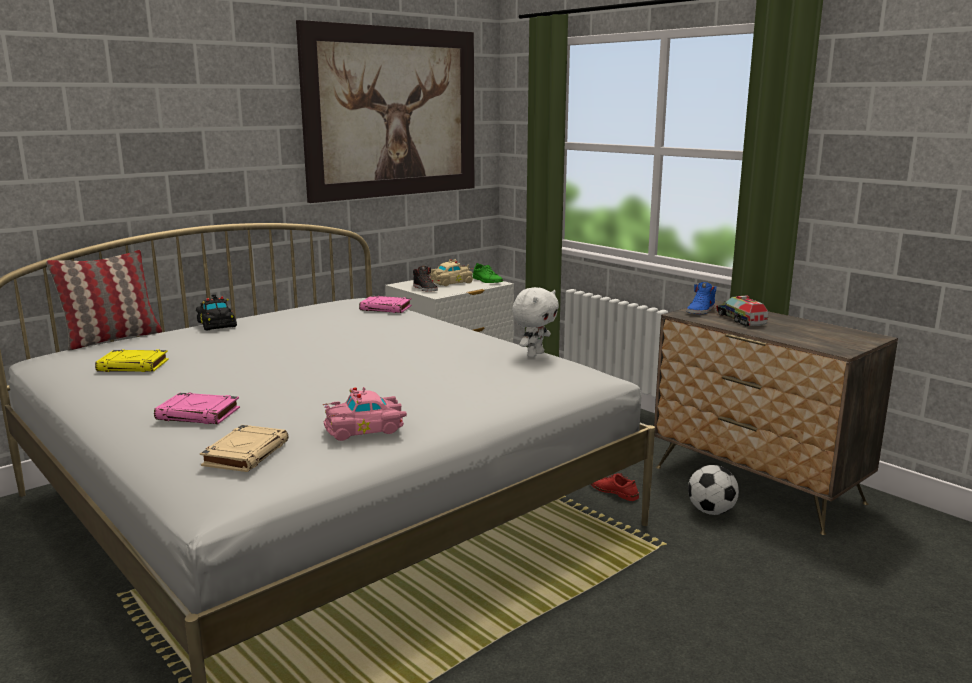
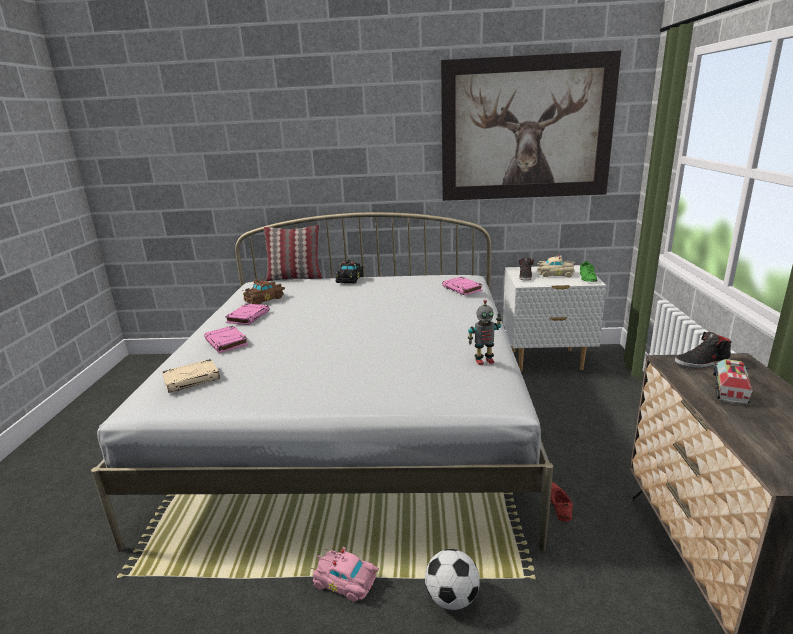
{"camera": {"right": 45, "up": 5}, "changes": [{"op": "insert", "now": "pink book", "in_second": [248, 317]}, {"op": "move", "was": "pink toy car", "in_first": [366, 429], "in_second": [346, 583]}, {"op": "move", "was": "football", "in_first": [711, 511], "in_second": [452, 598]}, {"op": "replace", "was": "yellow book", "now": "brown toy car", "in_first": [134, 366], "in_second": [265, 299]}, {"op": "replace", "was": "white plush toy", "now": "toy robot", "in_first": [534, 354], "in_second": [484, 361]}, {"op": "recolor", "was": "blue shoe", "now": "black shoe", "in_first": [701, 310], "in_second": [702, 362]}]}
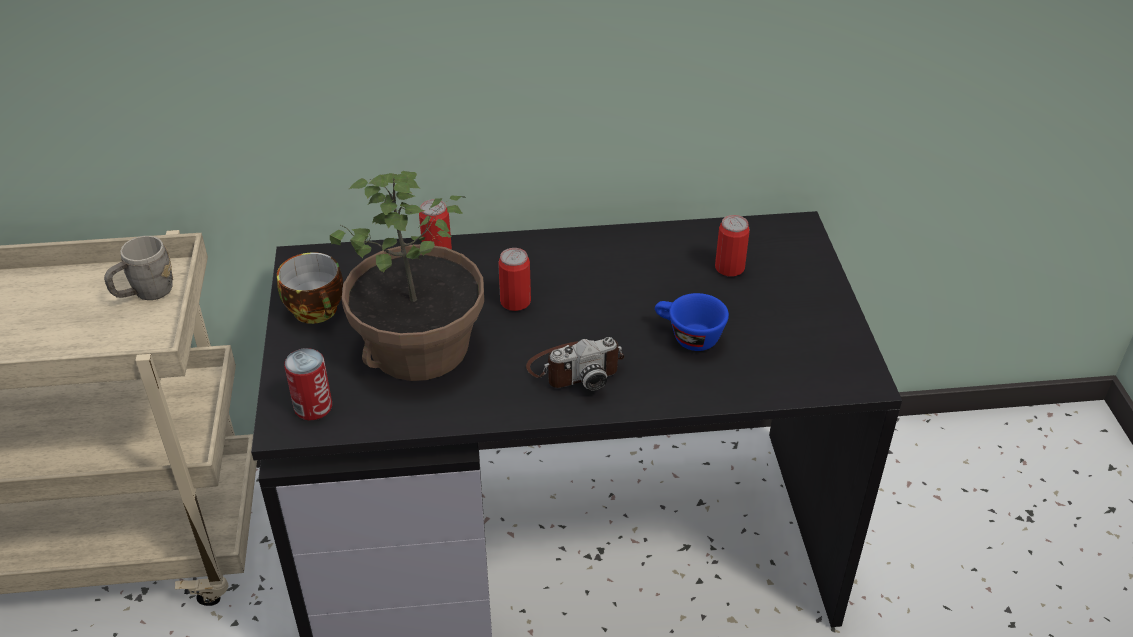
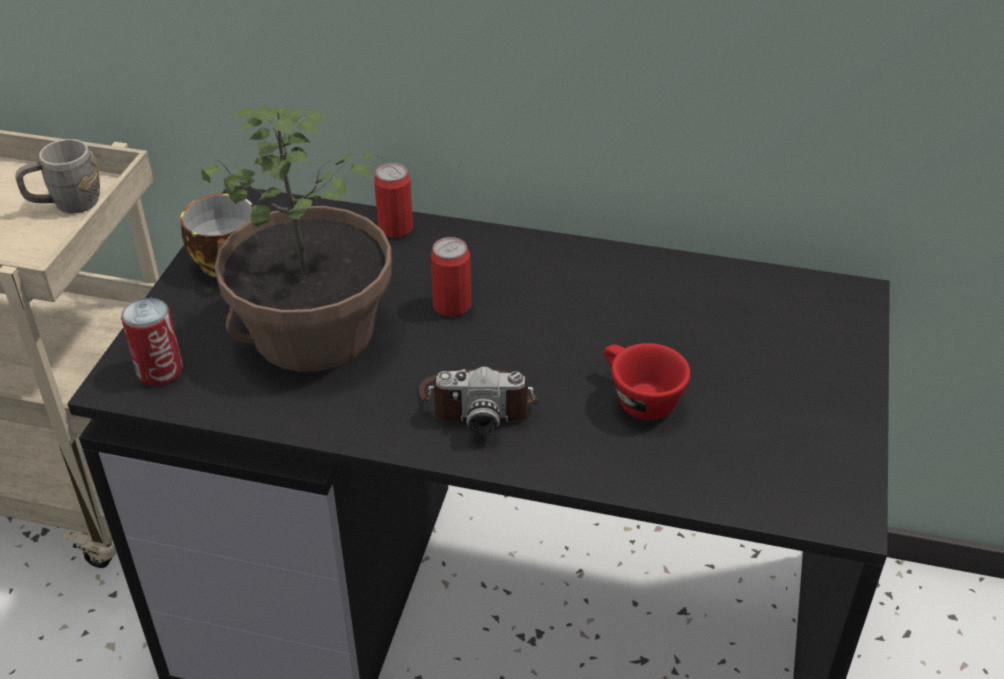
{"camera": {"right": 20, "up": 0}, "changes": [{"op": "delete", "was": "can", "in_first": [729, 268]}, {"op": "recolor", "was": "blue cup", "now": "red cup", "in_first": [687, 337], "in_second": [638, 398]}]}
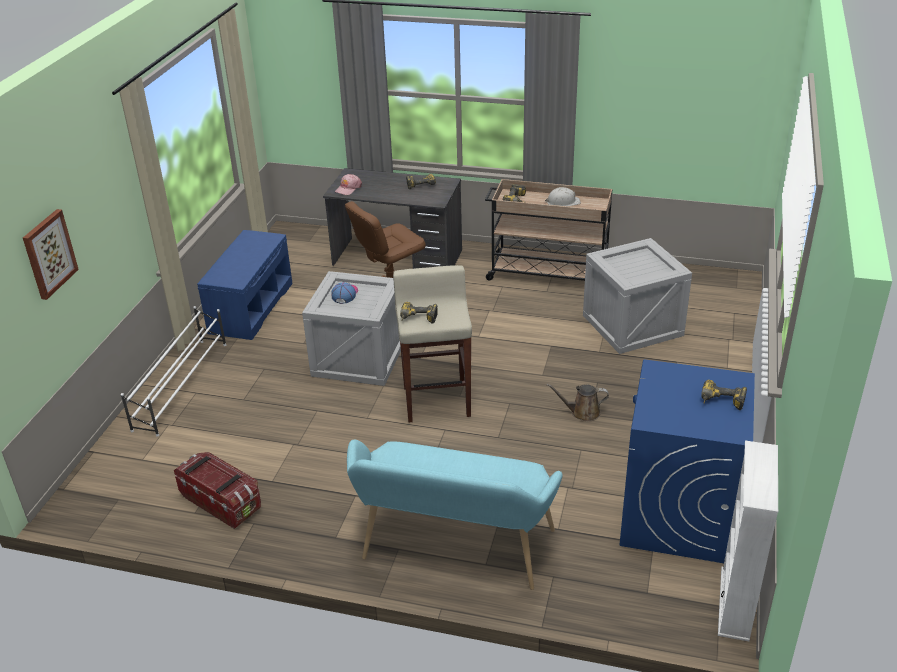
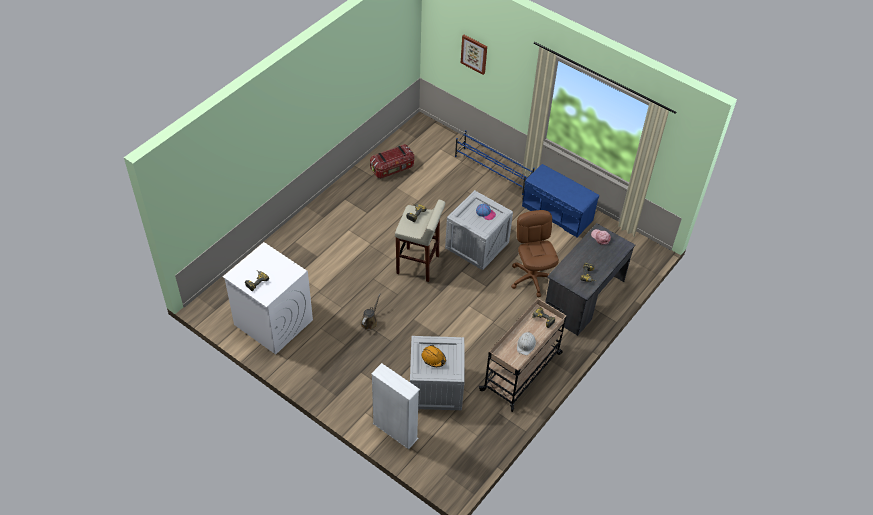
{"camera": {"right": 110, "up": 15}, "changes": [{"op": "delete", "was": "turquoise bench", "in_first": [453, 550]}, {"op": "insert", "now": "orange hard hat", "in_second": [433, 358]}, {"op": "move", "was": "white bookcase", "in_first": [735, 603], "in_second": [395, 431]}, {"op": "recolor", "was": "white shoe rack", "now": "blue shoe rack", "in_first": [181, 385], "in_second": [493, 171]}, {"op": "recolor", "was": "blue washing machine", "now": "white washing machine", "in_first": [677, 516], "in_second": [273, 322]}]}
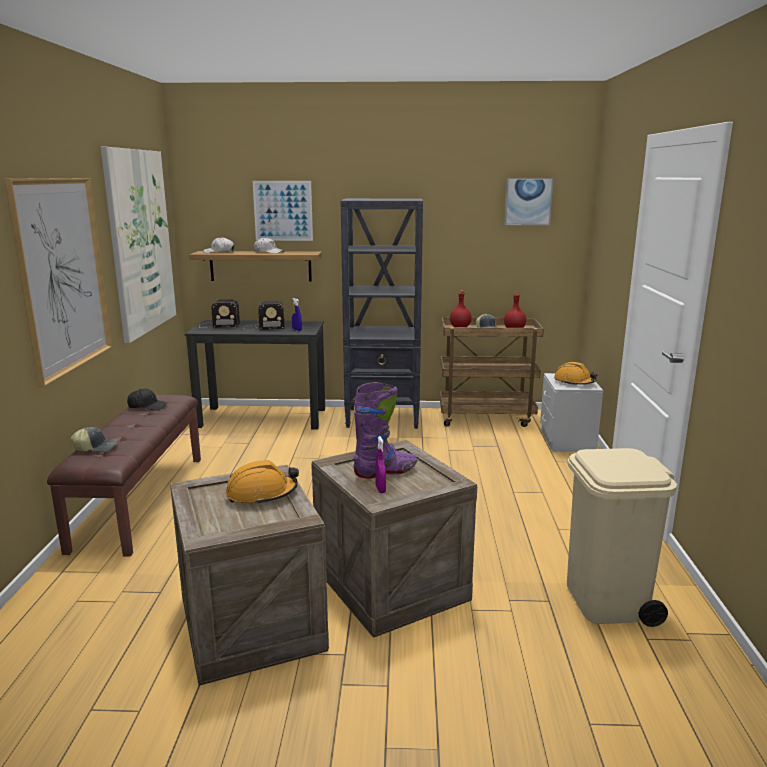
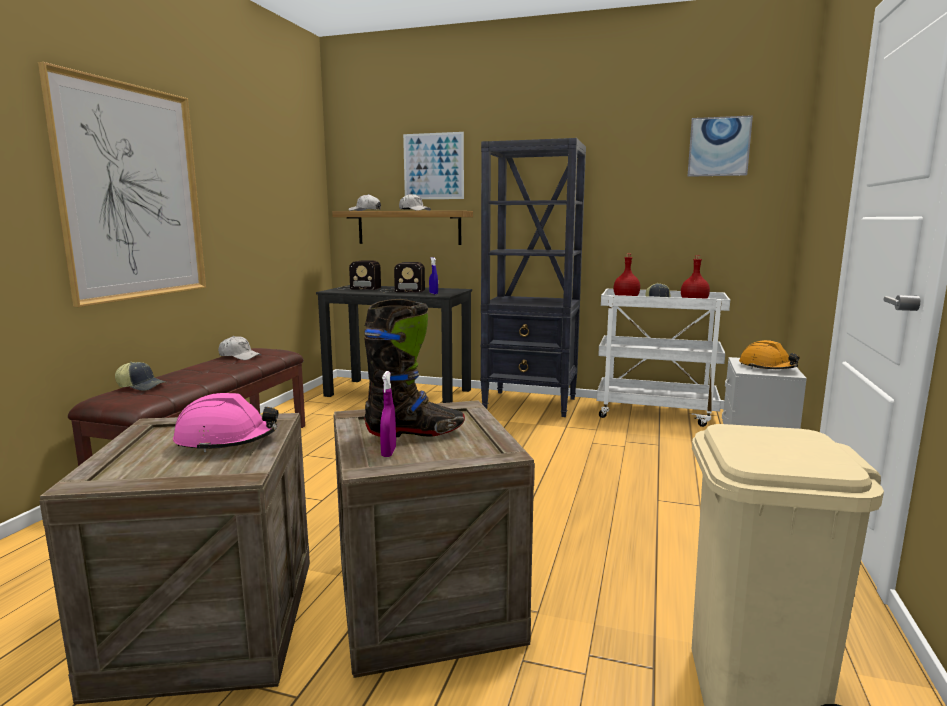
{"camera": {"right": 15, "up": -5}, "changes": [{"op": "delete", "was": "picture", "in_first": [140, 242]}, {"op": "recolor", "was": "black cap", "now": "white cap", "in_first": [147, 406], "in_second": [239, 356]}, {"op": "recolor", "was": "orange hard hat", "now": "pink hard hat", "in_first": [261, 494], "in_second": [226, 441]}, {"op": "recolor", "was": "purple boot", "now": "black boot", "in_first": [386, 472], "in_second": [415, 432]}, {"op": "recolor", "was": "brown cart", "now": "white cart", "in_first": [486, 418], "in_second": [656, 413]}]}
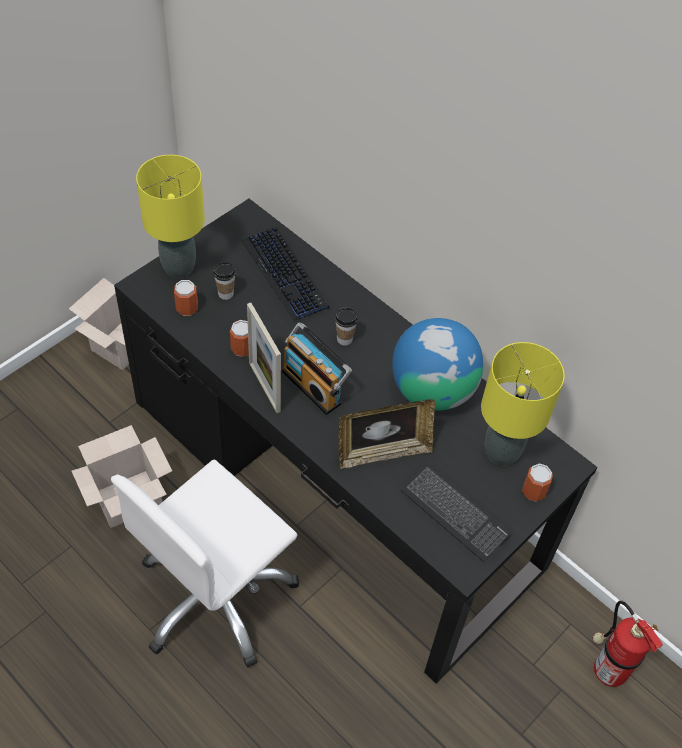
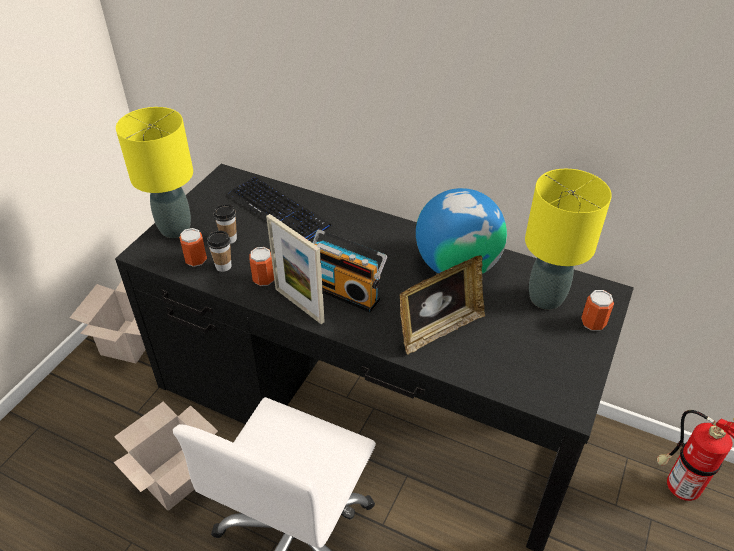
{"camera": {"right": -15, "up": -10}, "changes": [{"op": "delete", "was": "keyboard", "in_first": [455, 513]}, {"op": "move", "was": "cup", "in_first": [344, 339], "in_second": [223, 266]}]}
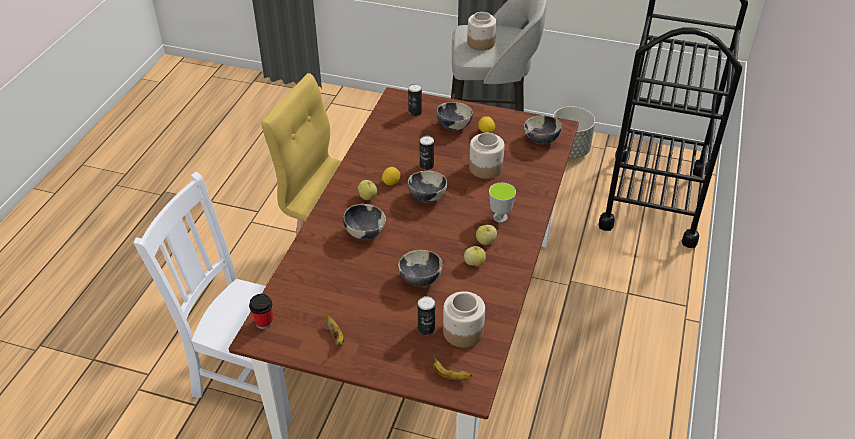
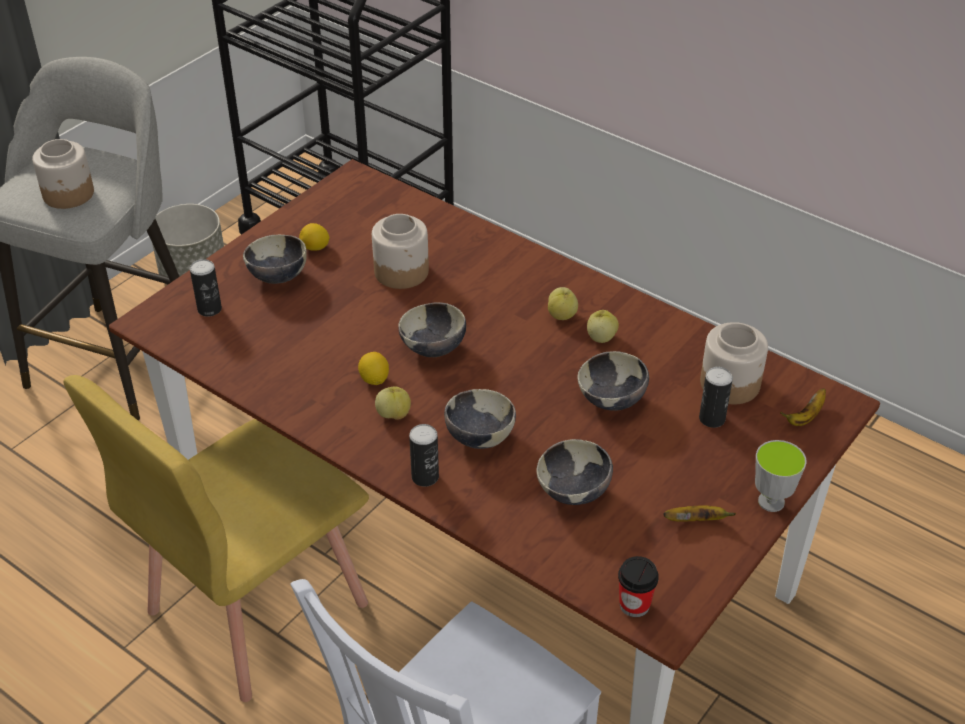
{"camera": {"right": -70, "up": 0}, "changes": [{"op": "move", "was": "can", "in_first": [426, 165], "in_second": [425, 477]}, {"op": "move", "was": "cup", "in_first": [500, 217], "in_second": [771, 502]}, {"op": "move", "was": "bowl", "in_first": [541, 140], "in_second": [573, 492]}]}
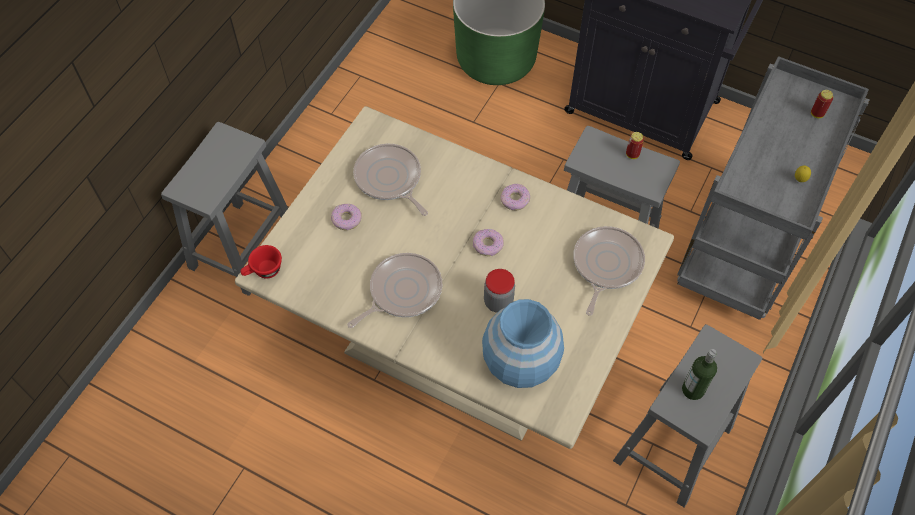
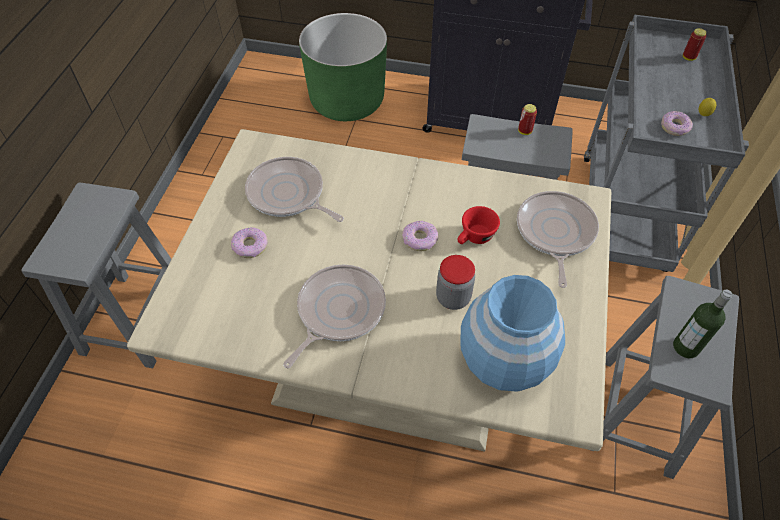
{"camera": {"right": -15, "up": -5}, "changes": [{"op": "move", "was": "red cup", "in_first": [263, 272], "in_second": [474, 238]}, {"op": "move", "was": "donut", "in_first": [515, 200], "in_second": [674, 127]}]}
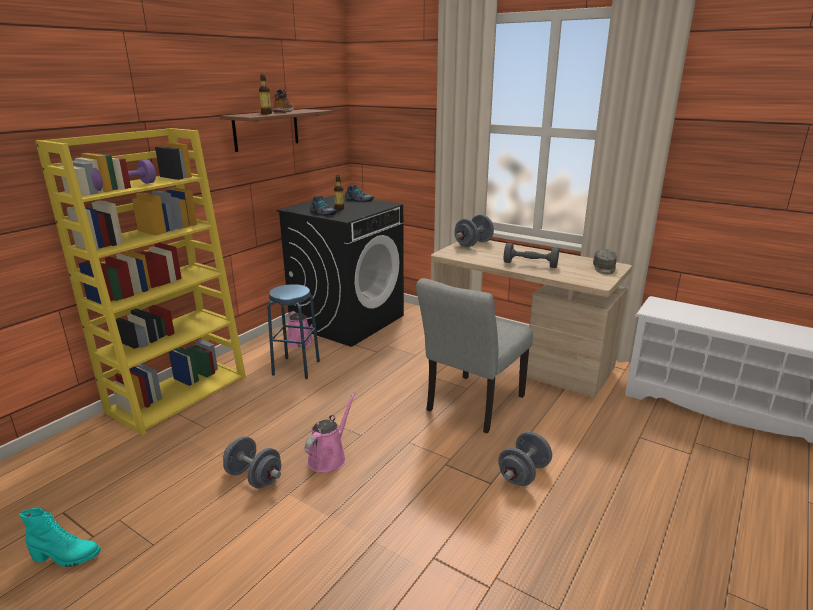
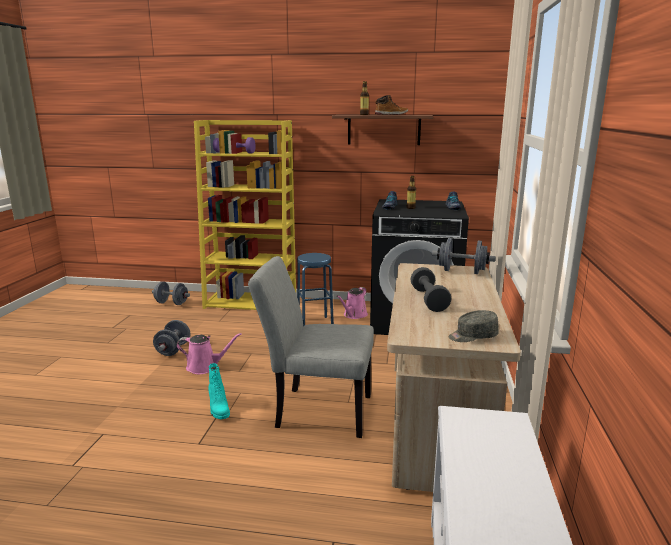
{"camera": {"right": 65, "up": -5}, "changes": [{"op": "move", "was": "turquoise boot", "in_first": [66, 557], "in_second": [218, 409]}, {"op": "move", "was": "grey dumbbell", "in_first": [523, 473], "in_second": [171, 303]}]}
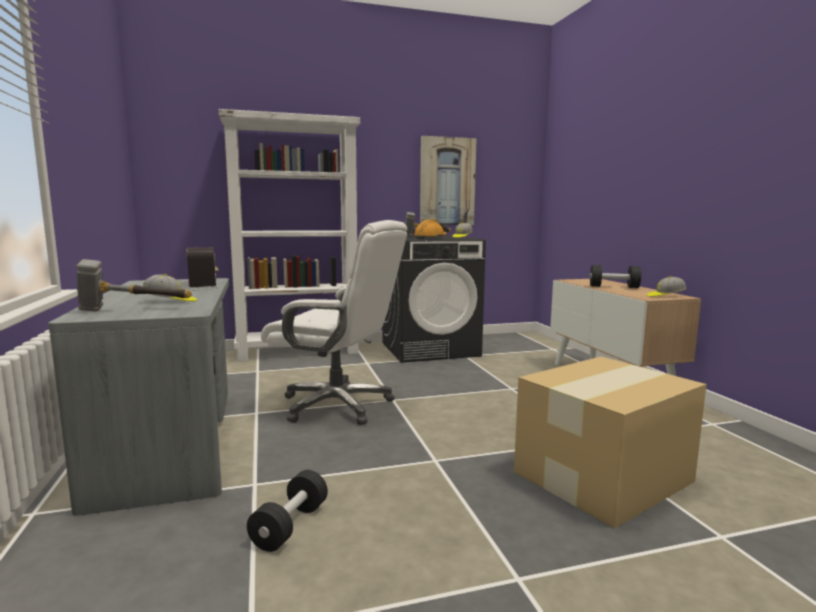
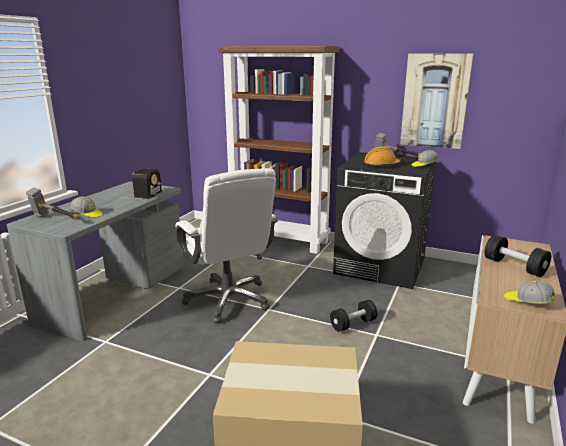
{"camera": {"right": 40, "up": 10}, "changes": [{"op": "move", "was": "black dumbbell", "in_first": [290, 526], "in_second": [353, 324]}, {"op": "recolor", "was": "white bookcase", "now": "brown bookcase", "in_first": [299, 352], "in_second": [280, 240]}]}
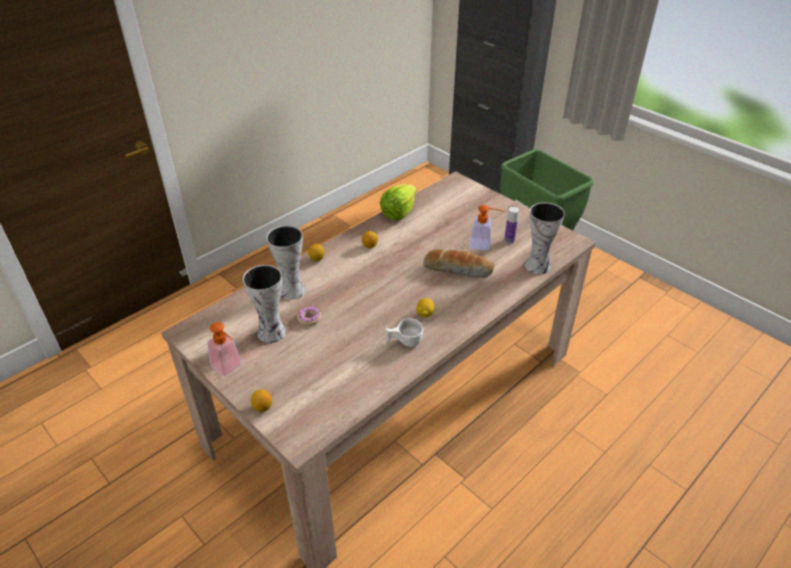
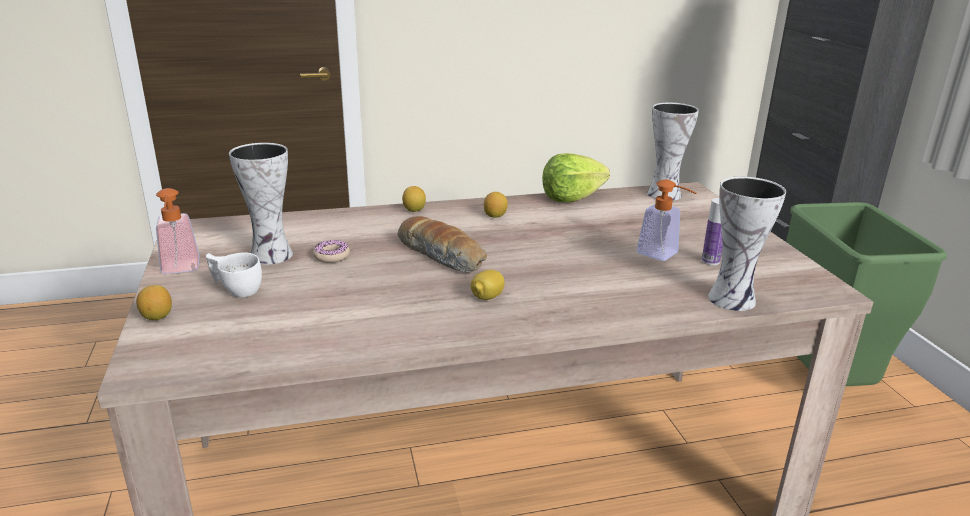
{"camera": {"right": 30, "up": -15}, "changes": [{"op": "move", "was": "vase", "in_first": [290, 290], "in_second": [662, 194]}, {"op": "move", "was": "white cup", "in_first": [404, 341], "in_second": [236, 289]}, {"op": "move", "was": "bread", "in_first": [458, 269], "in_second": [442, 256]}]}
